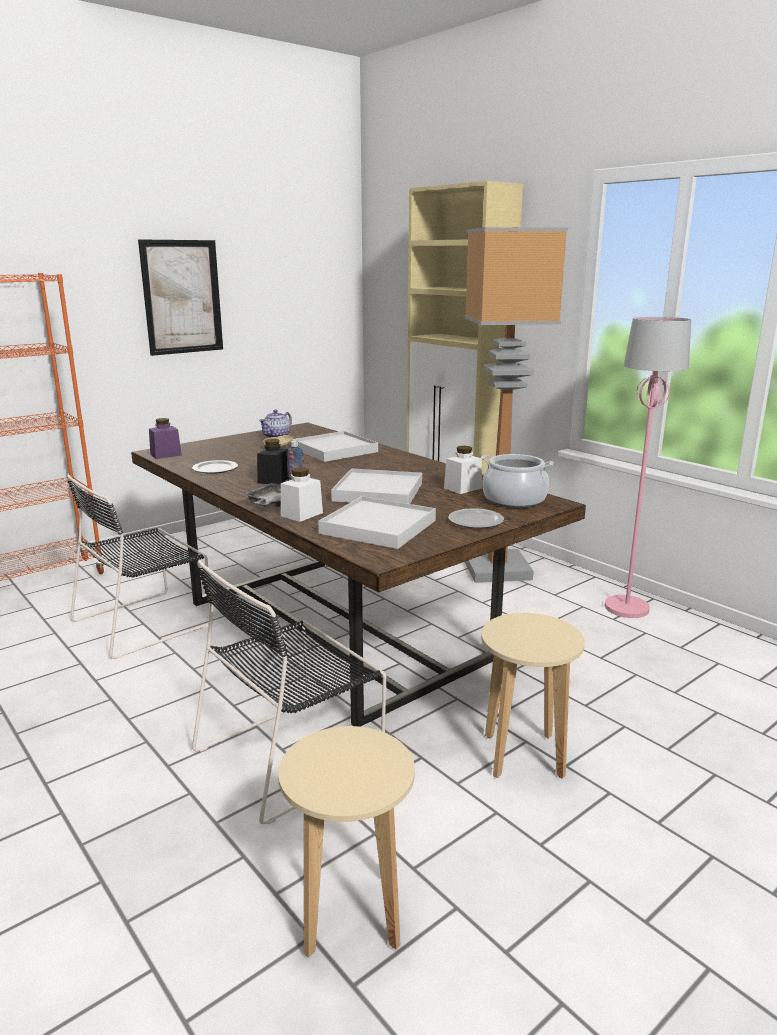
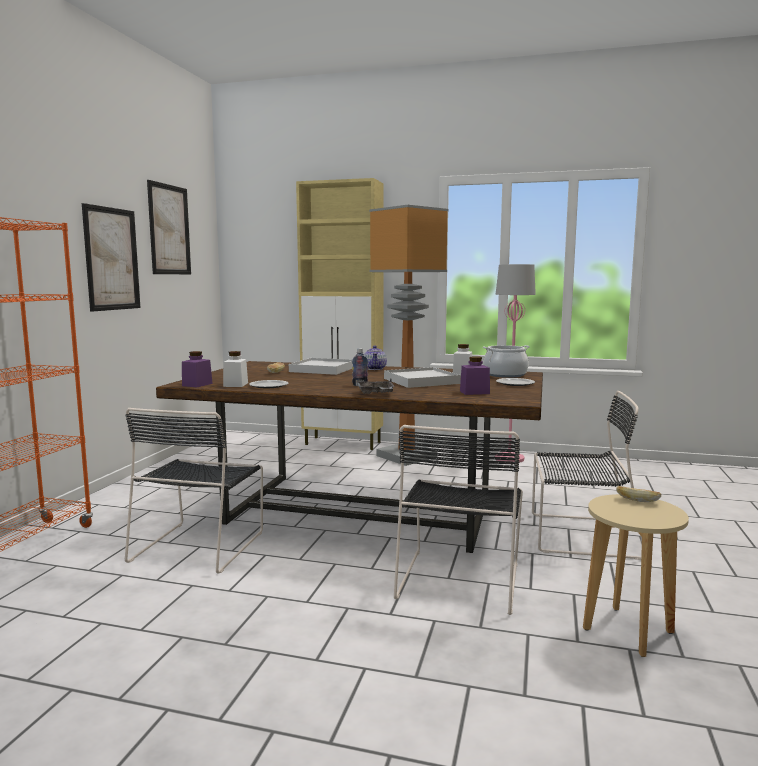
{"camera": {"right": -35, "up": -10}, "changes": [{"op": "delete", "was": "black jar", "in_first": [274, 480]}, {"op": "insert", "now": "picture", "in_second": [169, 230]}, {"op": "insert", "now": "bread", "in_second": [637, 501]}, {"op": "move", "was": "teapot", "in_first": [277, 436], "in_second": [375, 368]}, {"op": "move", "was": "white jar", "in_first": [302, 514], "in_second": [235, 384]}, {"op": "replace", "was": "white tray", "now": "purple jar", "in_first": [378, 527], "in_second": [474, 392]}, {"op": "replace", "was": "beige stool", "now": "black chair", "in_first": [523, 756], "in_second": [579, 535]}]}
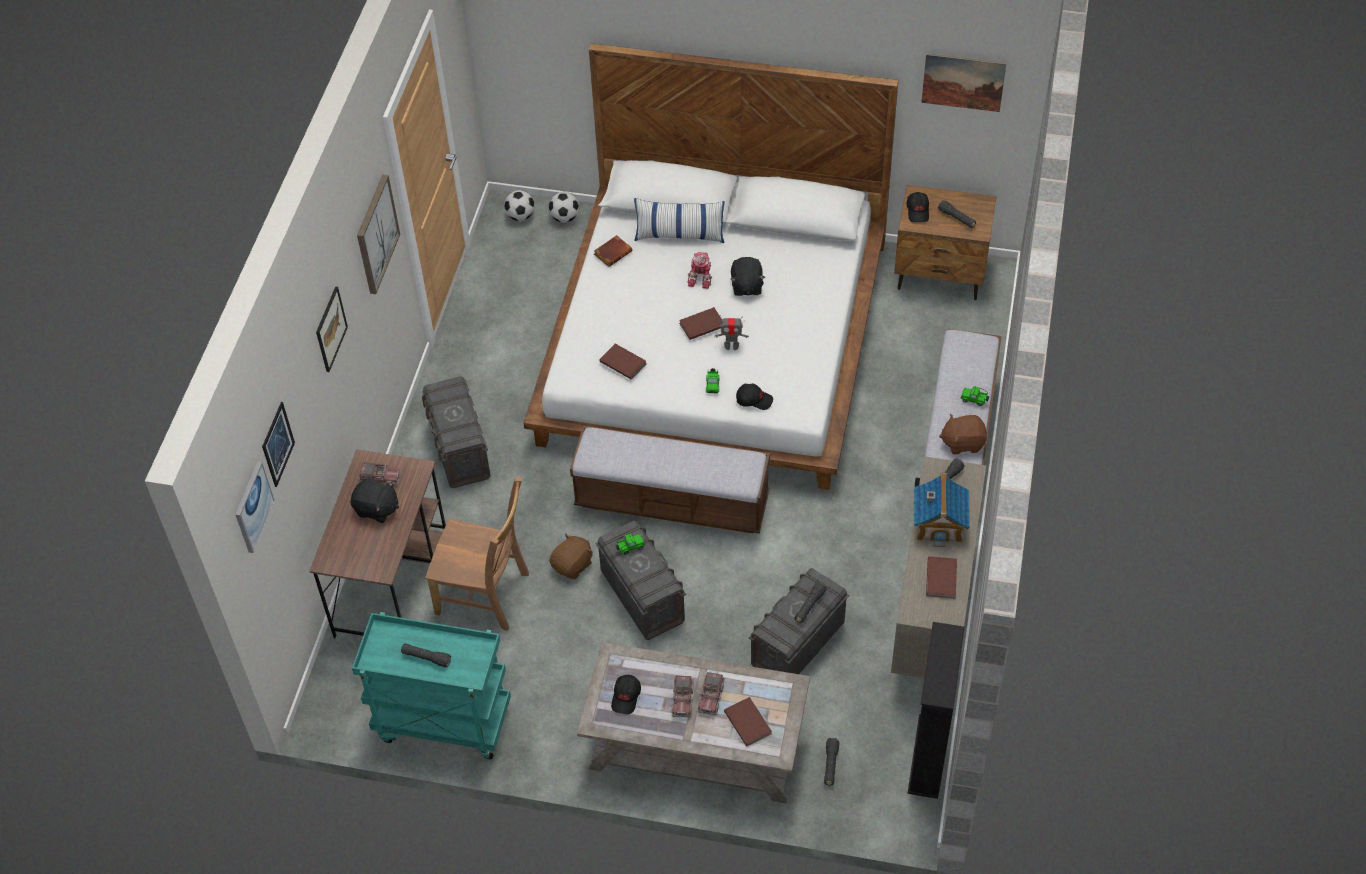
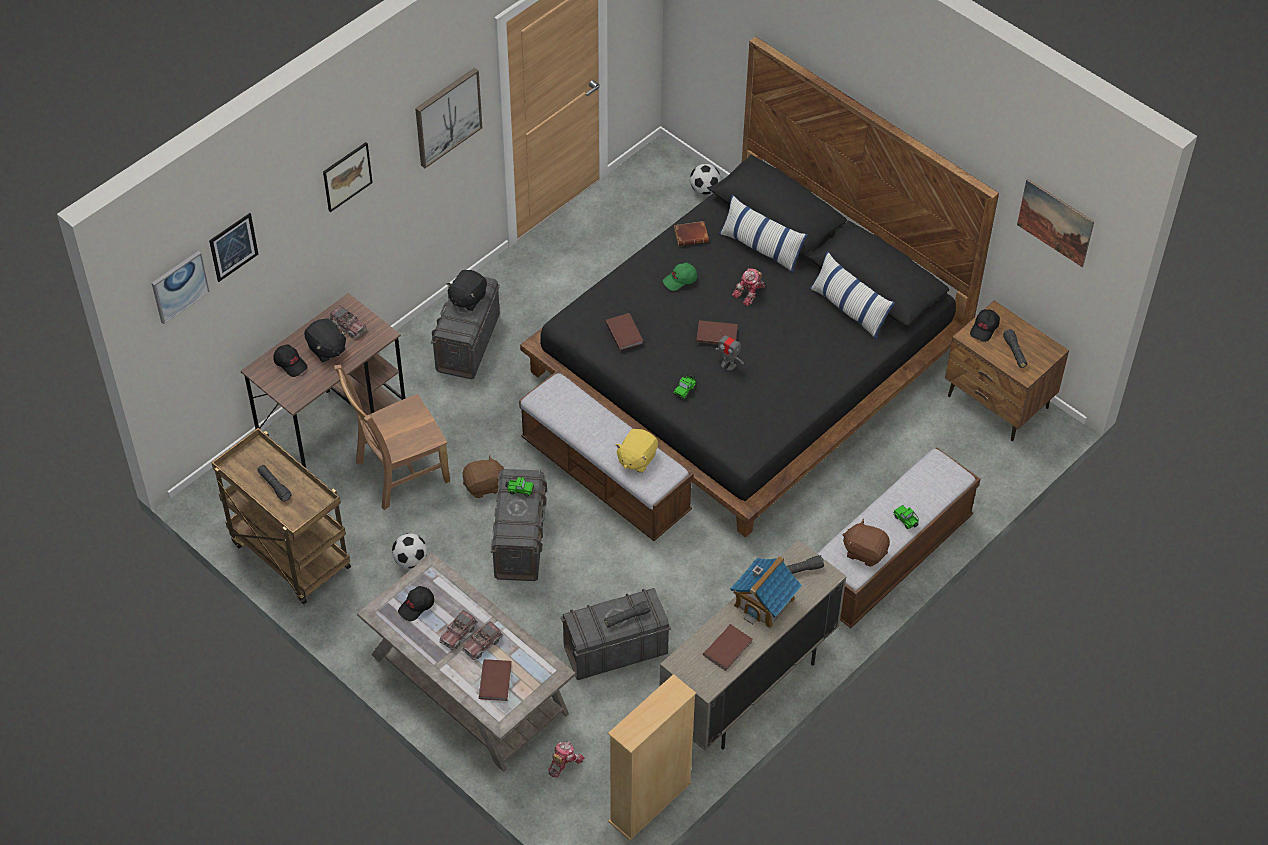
{"camera": {"right": 30, "up": 0}, "changes": [{"op": "insert", "now": "yellow plush toy", "in_second": [636, 459]}, {"op": "insert", "now": "green cap", "in_second": [680, 280]}, {"op": "insert", "now": "pillow", "in_second": [849, 308]}, {"op": "move", "was": "football", "in_first": [520, 216], "in_second": [410, 560]}, {"op": "move", "was": "black plush toy", "in_first": [746, 286], "in_second": [467, 298]}, {"op": "move", "was": "black cap", "in_first": [754, 400], "in_second": [290, 363]}, {"op": "replace", "was": "black flashlight", "now": "toy robot", "in_first": [830, 765], "in_second": [564, 762]}, {"op": "recolor", "was": "turquoise cart", "now": "brown cart", "in_first": [442, 723], "in_second": [288, 555]}, {"op": "recolor", "was": "white bed", "now": "black bed", "in_first": [712, 342], "in_second": [746, 360]}, {"op": "recolor", "was": "black bookcase", "now": "beige bookcase", "in_first": [928, 756], "in_second": [650, 802]}, {"op": "rotate", "was": "brown chair", "in_first": [486, 595], "in_second": [398, 473], "clockwise": 105}]}
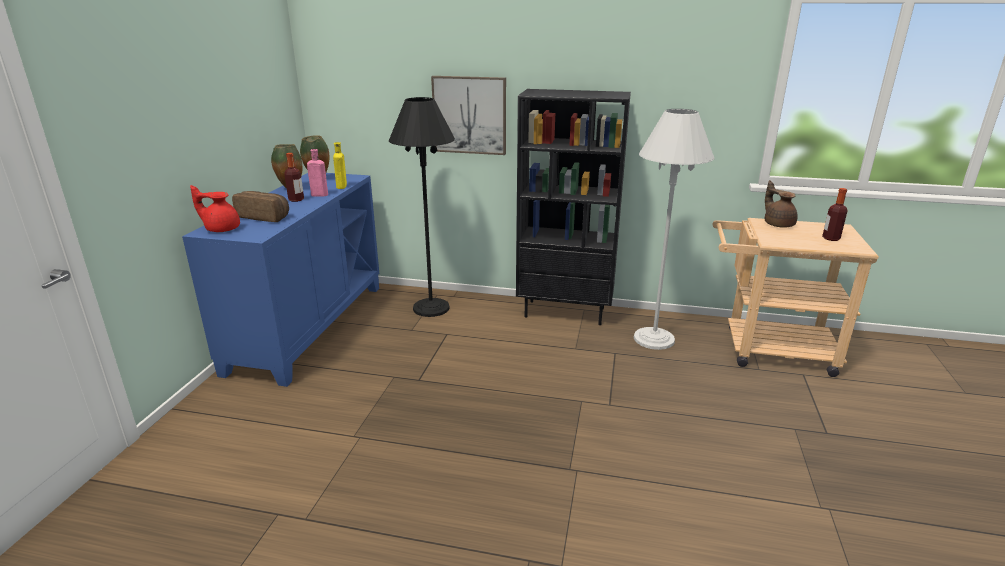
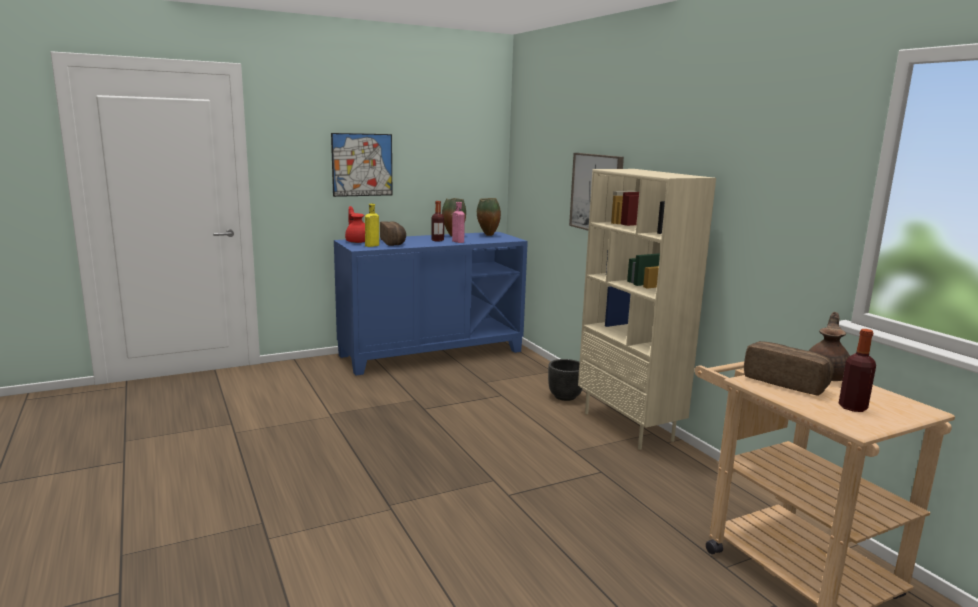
{"camera": {"right": 50, "up": -10}, "changes": [{"op": "delete", "was": "black floor lamp", "in_first": [431, 308]}, {"op": "delete", "was": "white floor lamp", "in_first": [654, 339]}, {"op": "insert", "now": "picture", "in_second": [362, 165]}, {"op": "insert", "now": "black planter", "in_second": [564, 396]}, {"op": "insert", "now": "bread", "in_second": [786, 382]}, {"op": "move", "was": "yellow bottle", "in_first": [341, 187], "in_second": [371, 245]}, {"op": "recolor", "was": "black bookcase", "now": "beige bookcase", "in_first": [565, 312], "in_second": [629, 426]}]}
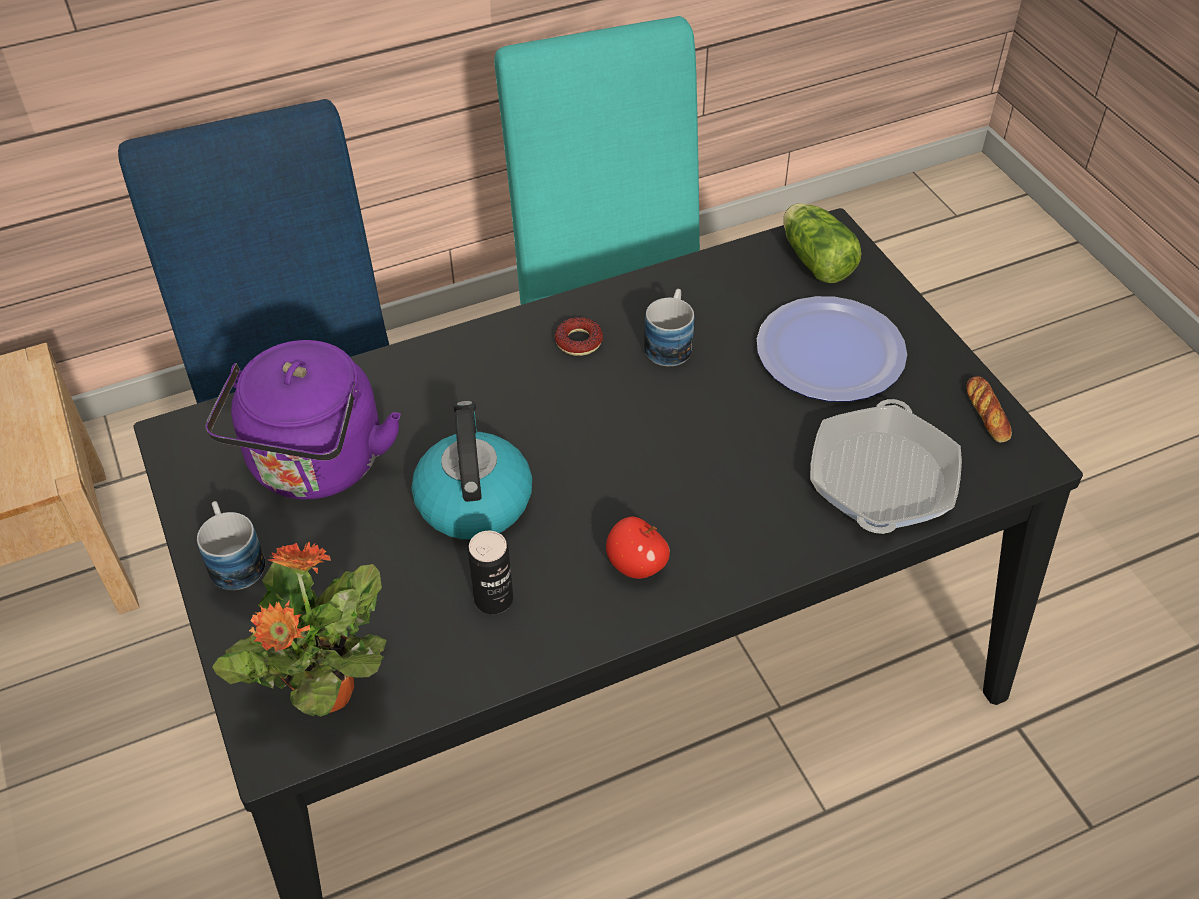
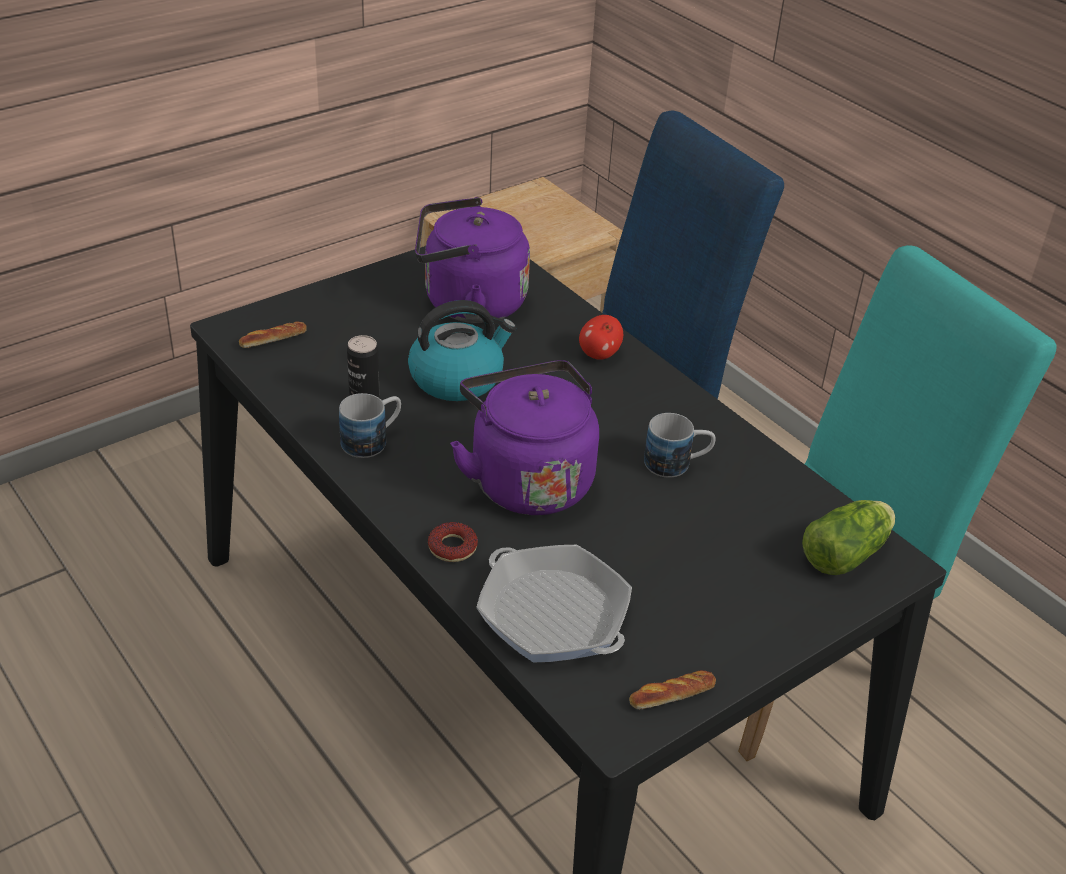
{"camera": {"right": 75, "up": -10}, "changes": [{"op": "delete", "was": "plate", "in_first": [831, 351]}, {"op": "insert", "now": "purple kettle", "in_second": [527, 479]}, {"op": "move", "was": "mug", "in_first": [234, 559], "in_second": [372, 440]}, {"op": "move", "was": "donut", "in_first": [579, 341], "in_second": [452, 547]}, {"op": "move", "was": "apple", "in_first": [636, 565], "in_second": [599, 354]}, {"op": "replace", "was": "potted plant", "now": "bread", "in_first": [324, 692], "in_second": [273, 339]}, {"op": "rotate", "was": "frying pan", "in_first": [882, 478], "in_second": [553, 614], "clockwise": -135}]}
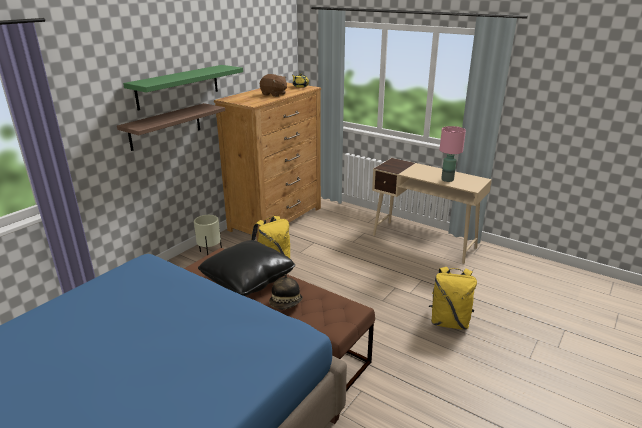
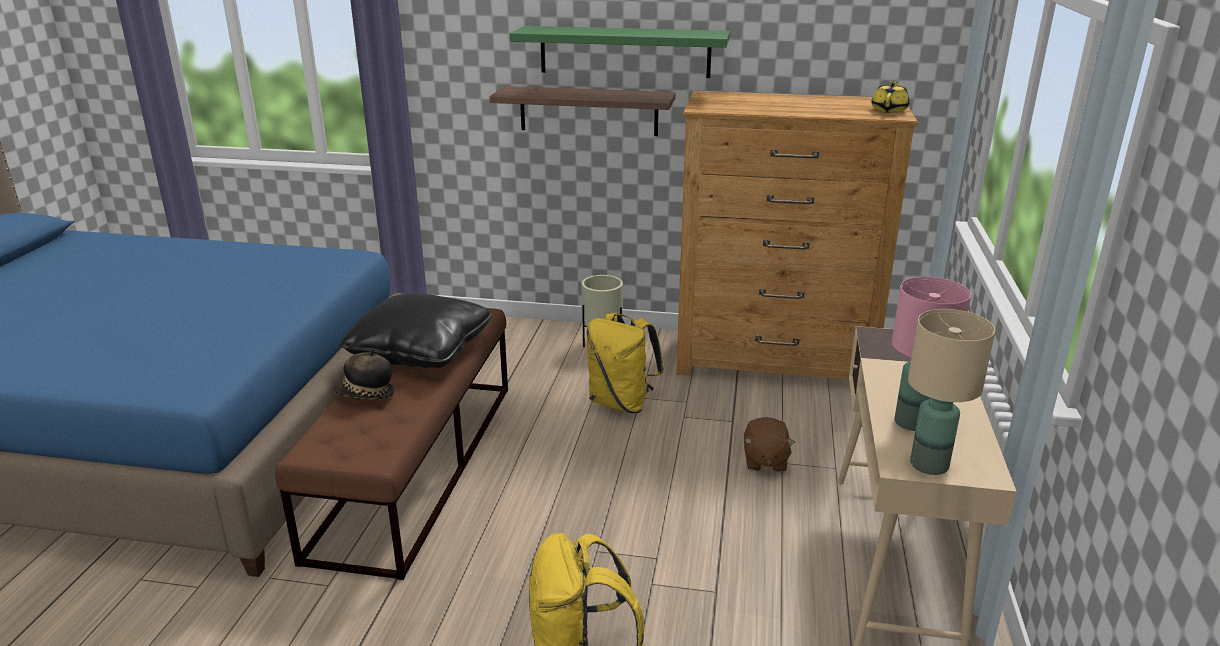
{"camera": {"right": 65, "up": 0}, "changes": [{"op": "insert", "now": "beige table lamp", "in_second": [929, 465]}, {"op": "move", "was": "brown plush toy", "in_first": [274, 94], "in_second": [764, 461]}]}
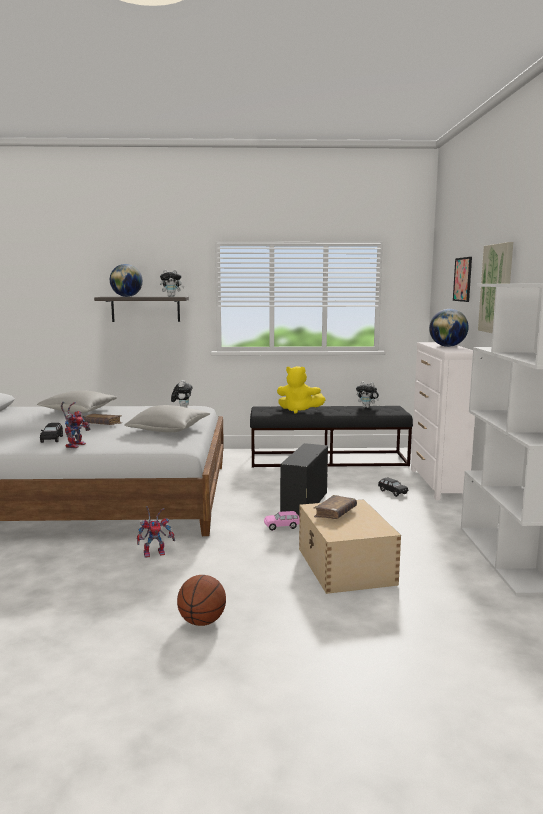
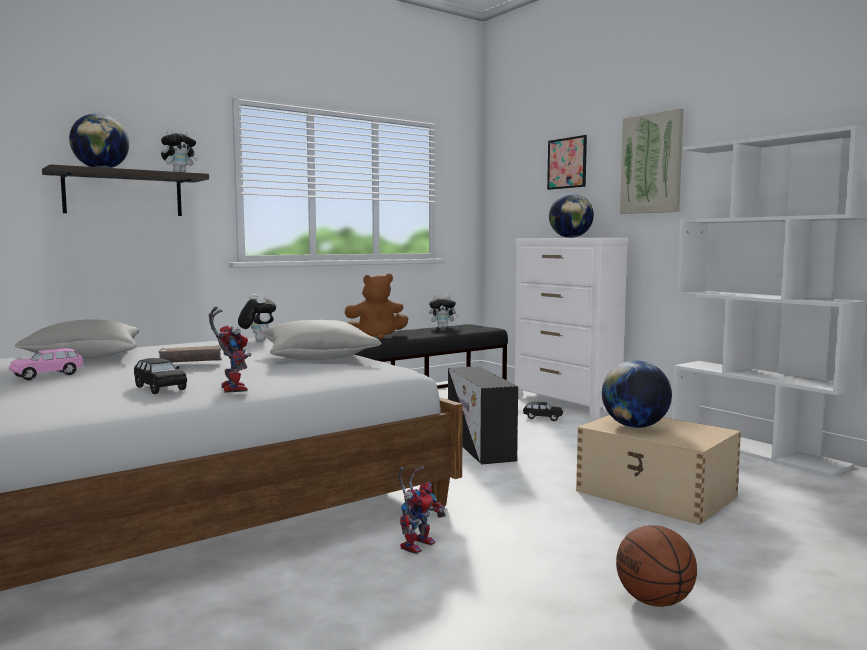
{"camera": {"right": -35, "up": -5}, "changes": [{"op": "move", "was": "pink toy car", "in_first": [282, 526], "in_second": [47, 375]}, {"op": "replace", "was": "brown book", "now": "globe", "in_first": [335, 513], "in_second": [635, 426]}, {"op": "recolor", "was": "yellow plush toy", "now": "brown plush toy", "in_first": [298, 410], "in_second": [376, 336]}]}
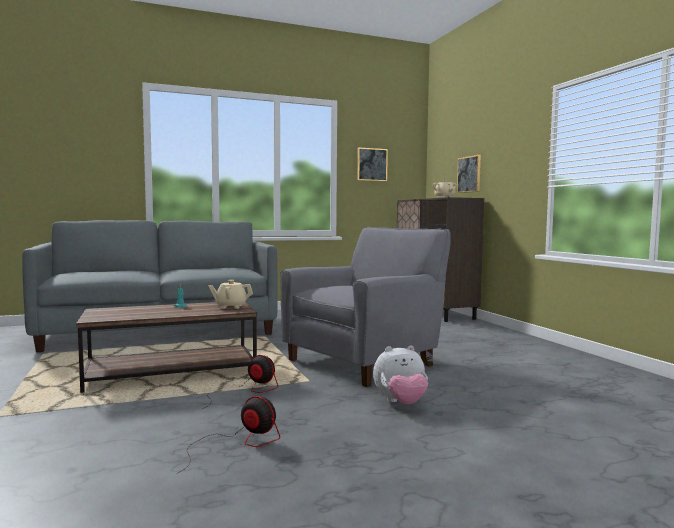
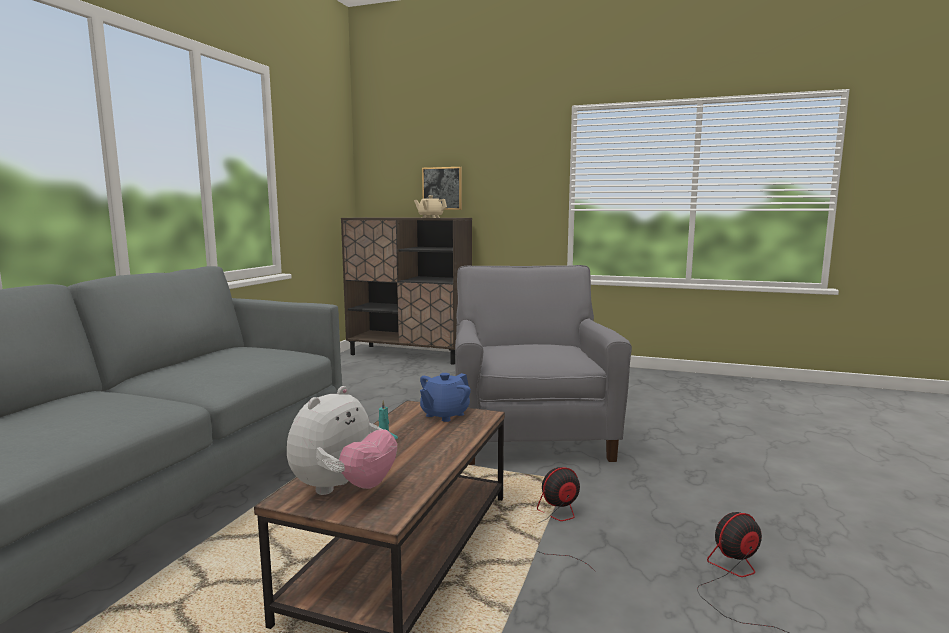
{"camera": {"right": -50, "up": 5}, "changes": [{"op": "delete", "was": "picture", "in_first": [372, 164]}, {"op": "move", "was": "plush toy", "in_first": [401, 403], "in_second": [343, 489]}, {"op": "recolor", "was": "beige teapot", "now": "blue teapot", "in_first": [231, 306], "in_second": [444, 415]}]}
